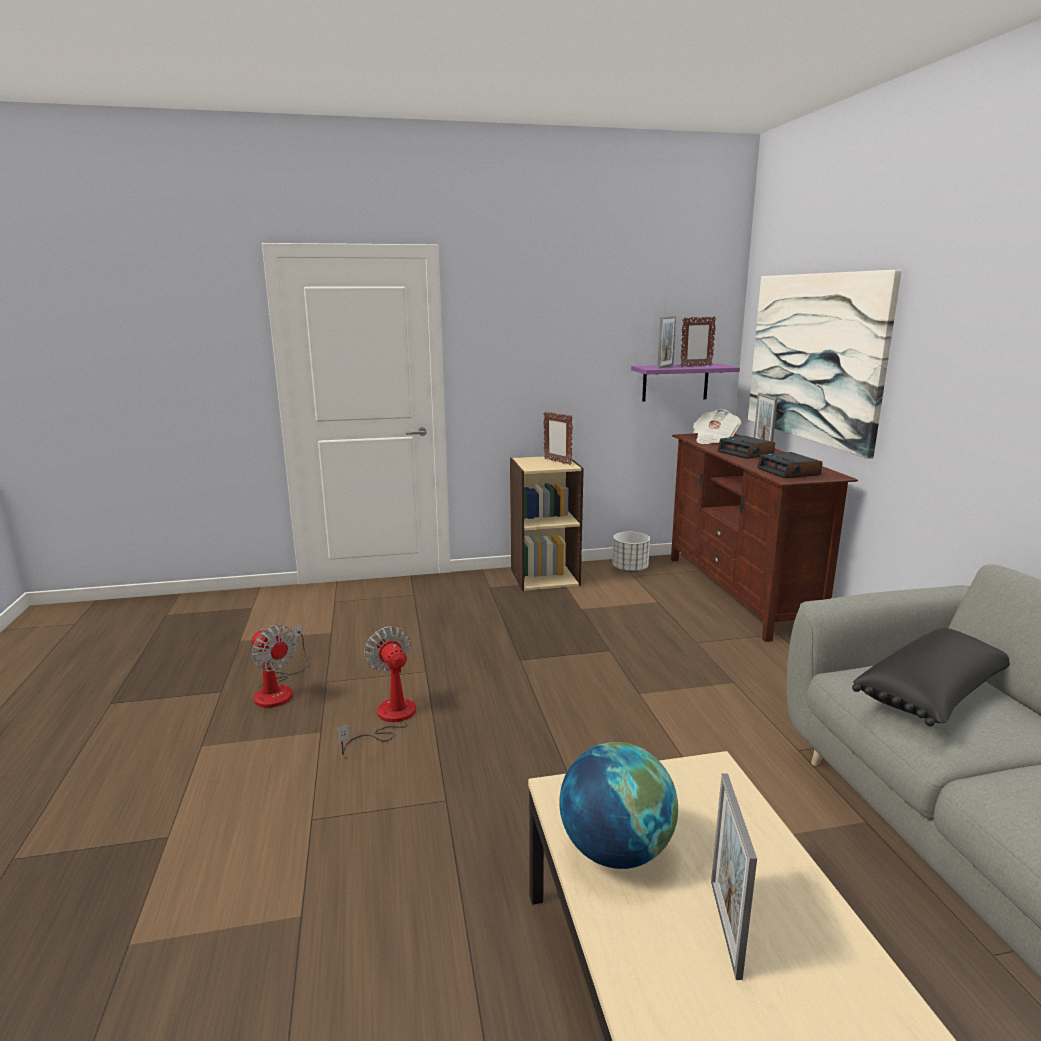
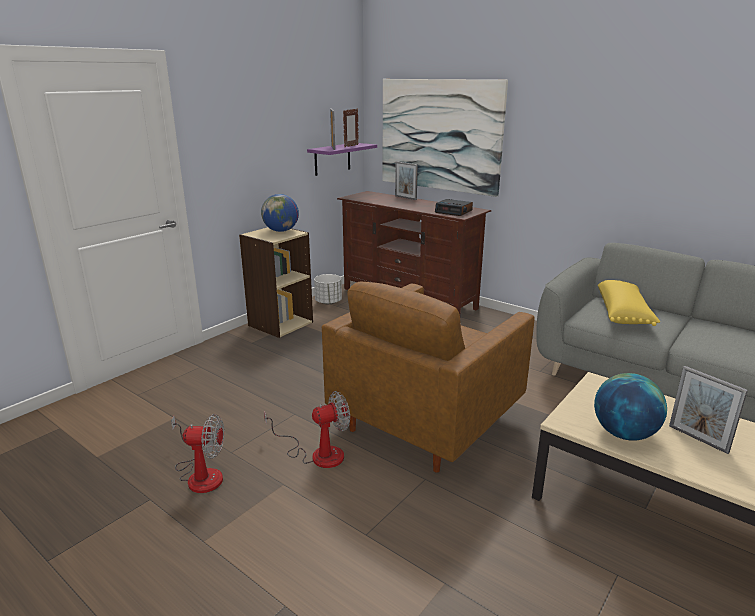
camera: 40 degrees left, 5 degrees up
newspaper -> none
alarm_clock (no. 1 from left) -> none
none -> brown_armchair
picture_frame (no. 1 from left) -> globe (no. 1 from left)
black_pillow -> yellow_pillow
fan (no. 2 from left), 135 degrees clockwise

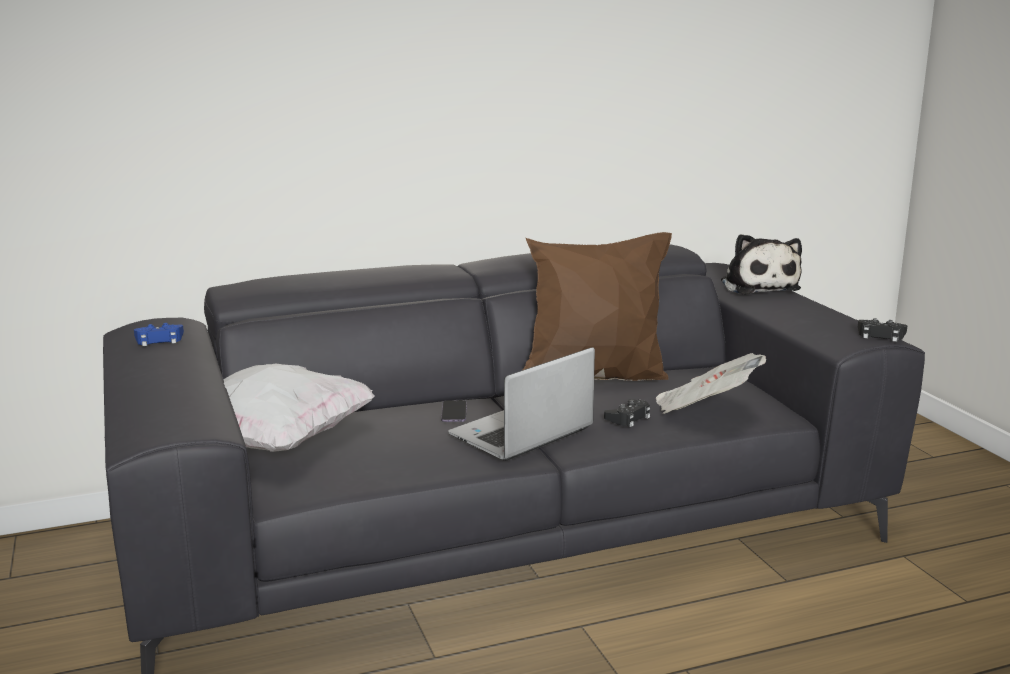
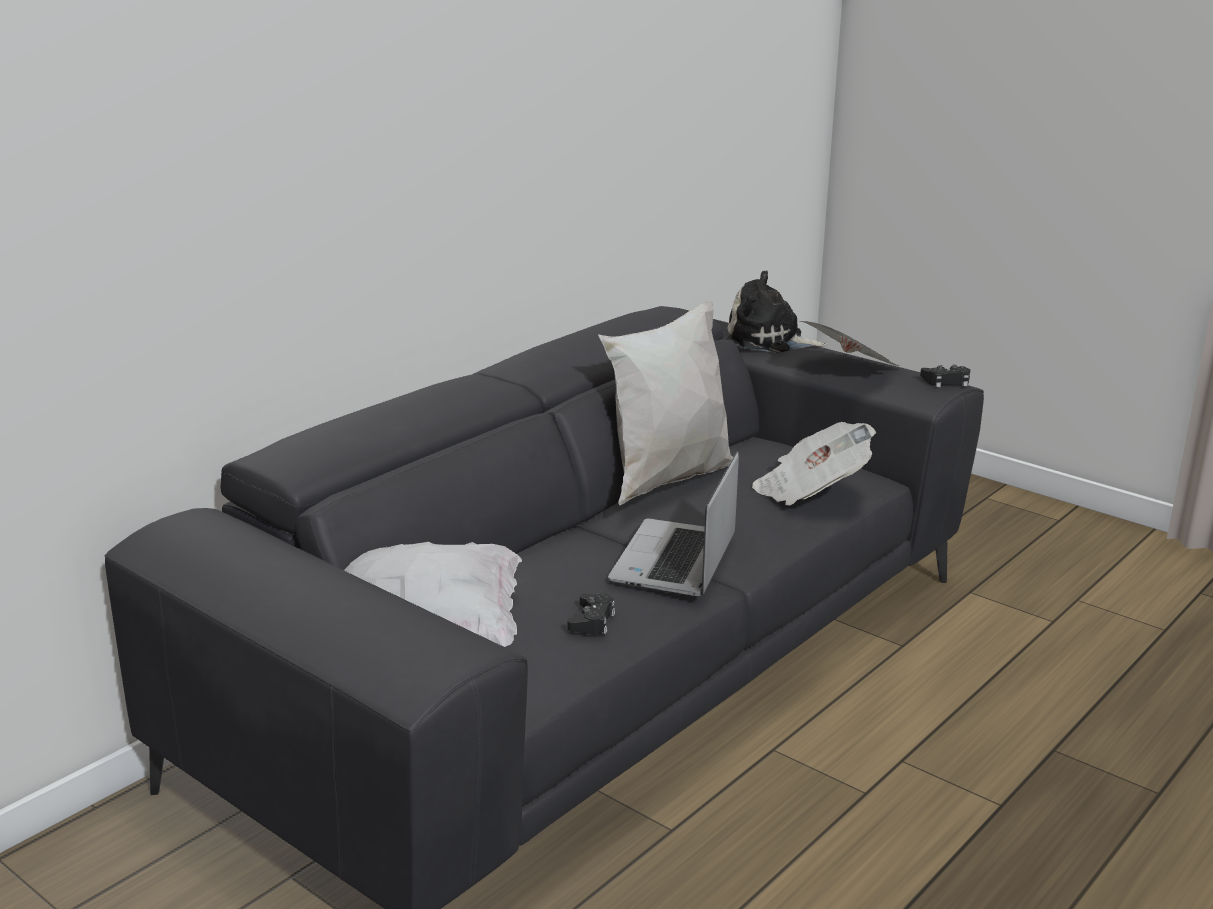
camera: 30 degrees left, 5 degrees up
blue_game_controller -> none
phone -> none
none -> newspaper (no. 2 from left)
black_game_controller (no. 1 from left), shifted
brown_pillow -> white_pillow (no. 2 from left)
plush_toy, 150 degrees clockwise

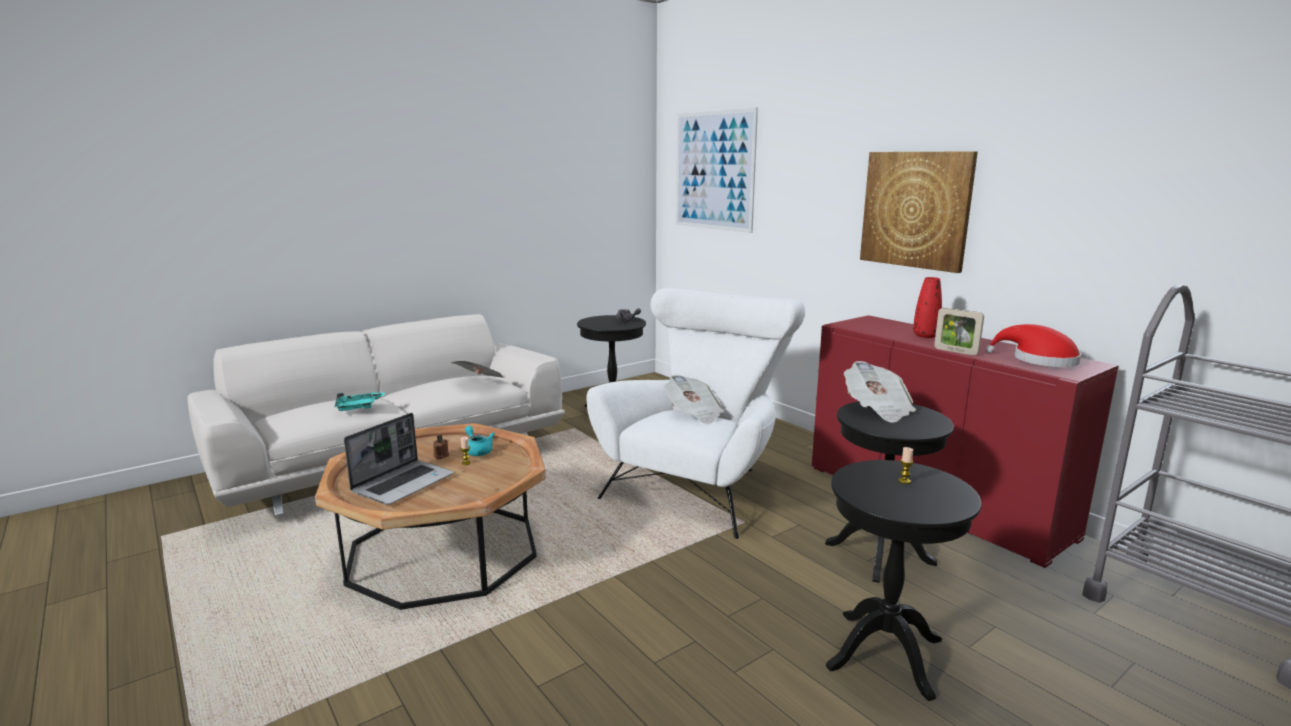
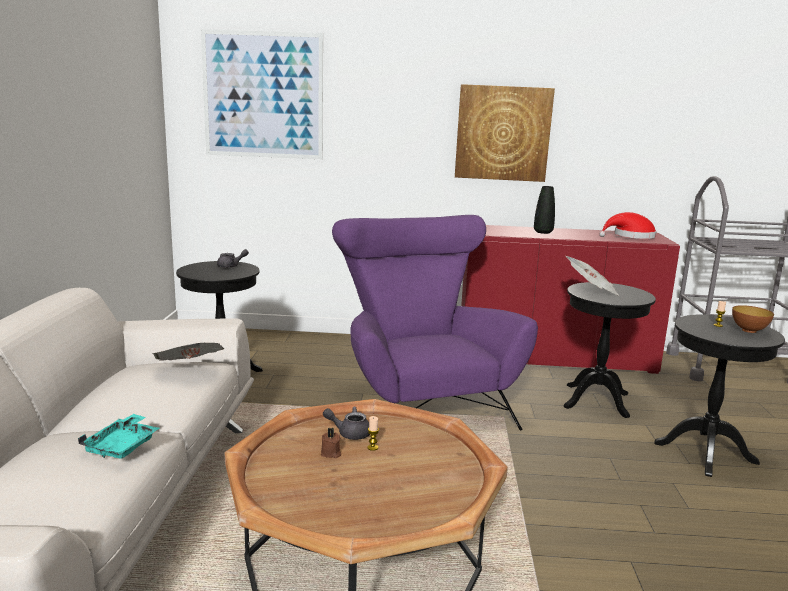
camera: 50 degrees left, 0 degrees up
laptop -> none
newspaper (no. 2 from left) -> none
picture_frame -> none
none -> bowl
turquoise_teapot -> grey_teapot (no. 2 from left)
white_armchair -> purple_armchair
red_vase -> black_vase

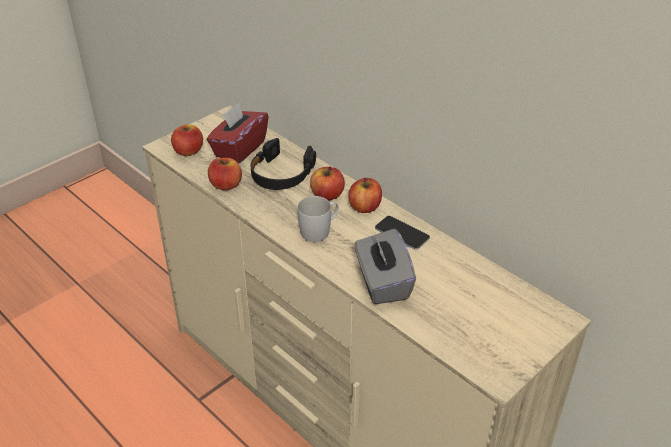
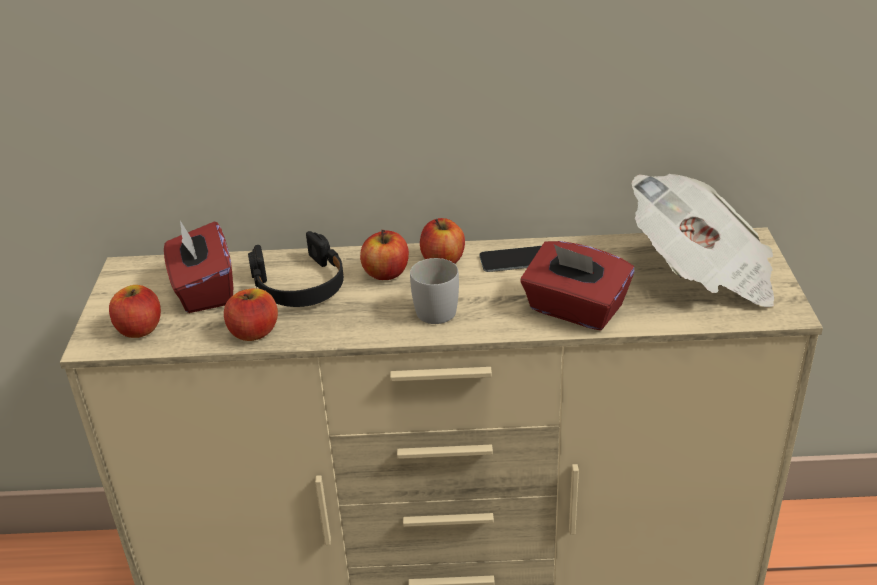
camera: 45 degrees left, 5 degrees down
none -> newspaper
grey_tissue_box -> red_tissue_box (no. 2 from left)

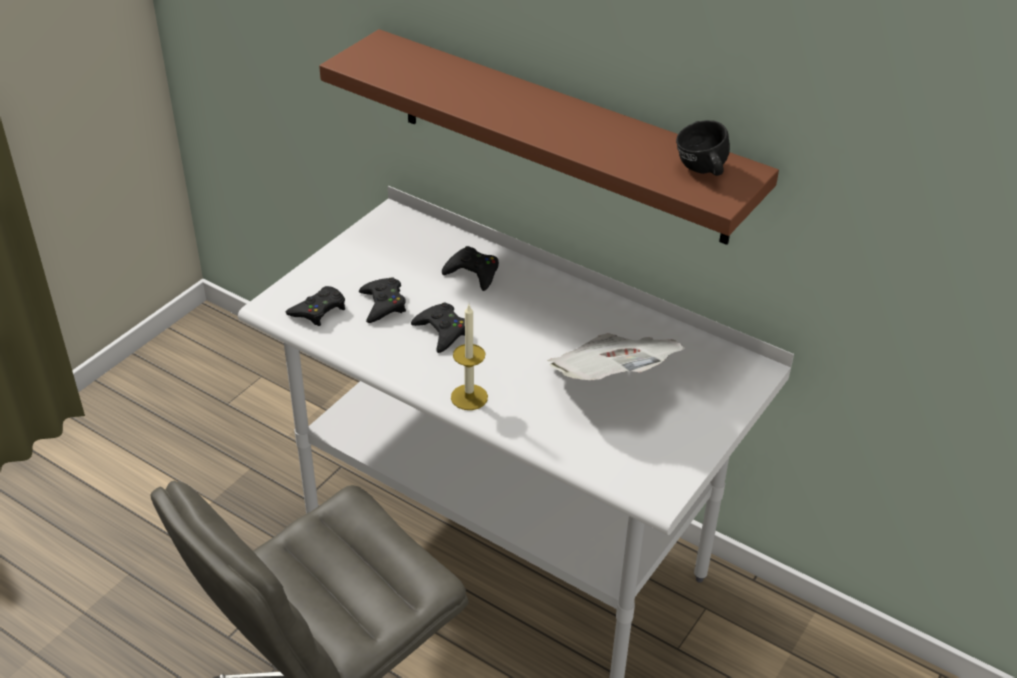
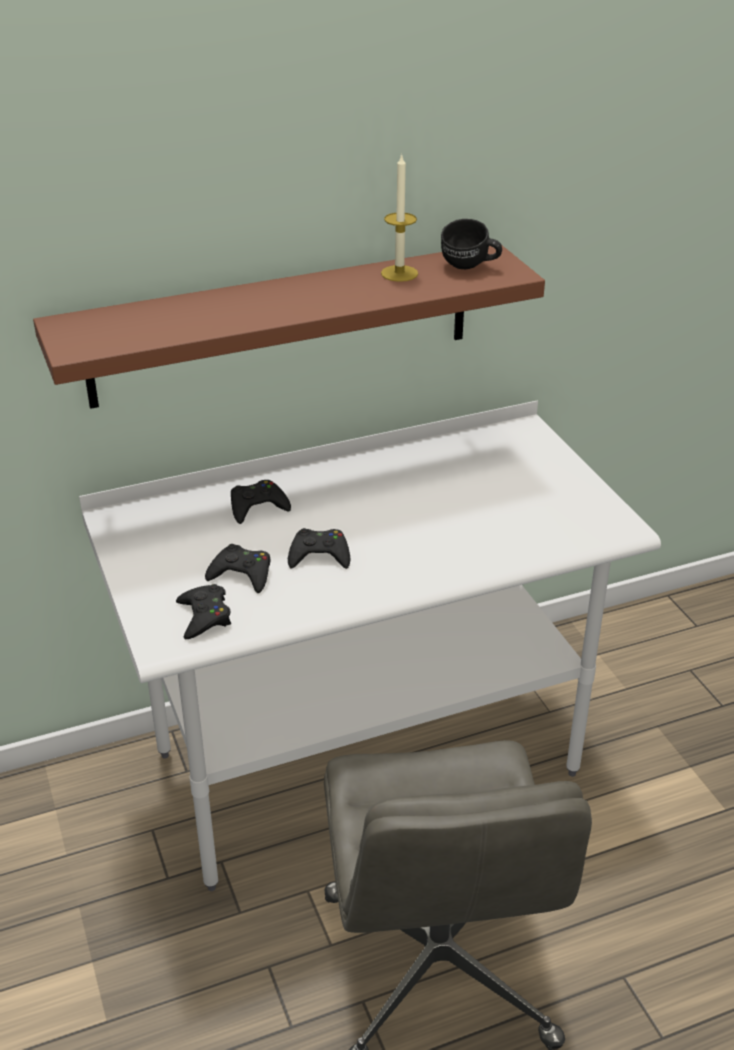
camera: 55 degrees left, 5 degrees down
newspaper -> none
candle, shifted

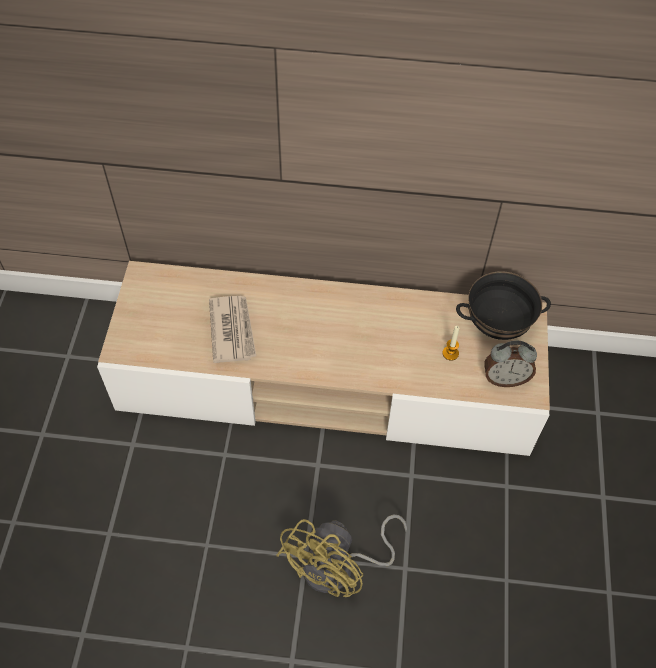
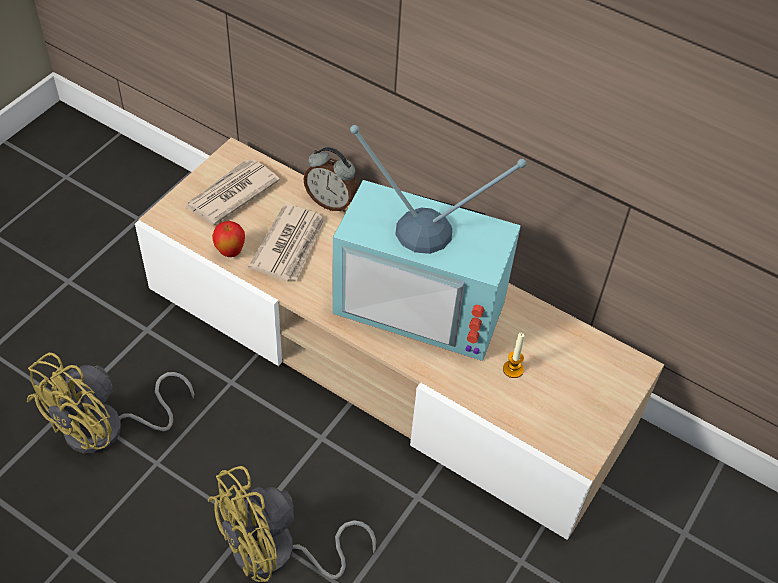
camera: 25 degrees right, 5 degrees down
black_bowl -> none
none -> yellow_fan (no. 1 from left)
none -> newspaper (no. 1 from left)
none -> apple
none -> television
alarm_clock, shifted

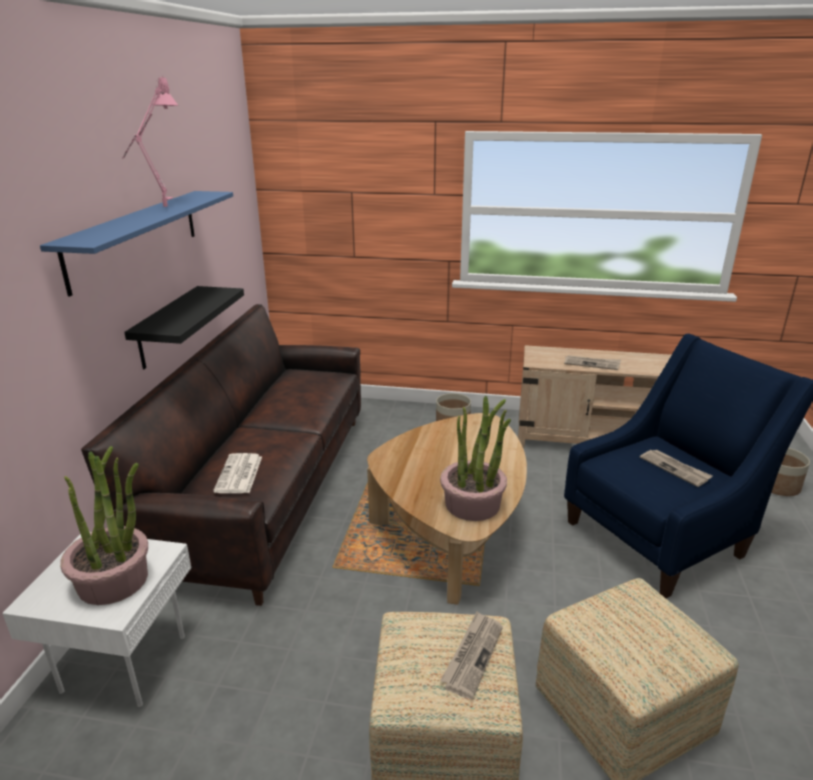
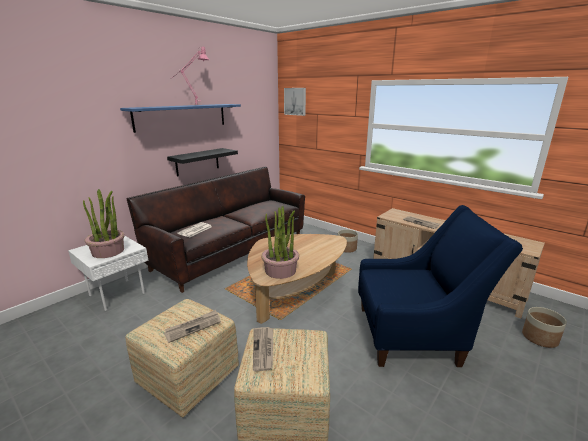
camera: 30 degrees right, 5 degrees down
none -> picture
newspaper (no. 4 from left in the first image) -> newspaper (no. 3 from left), shifted

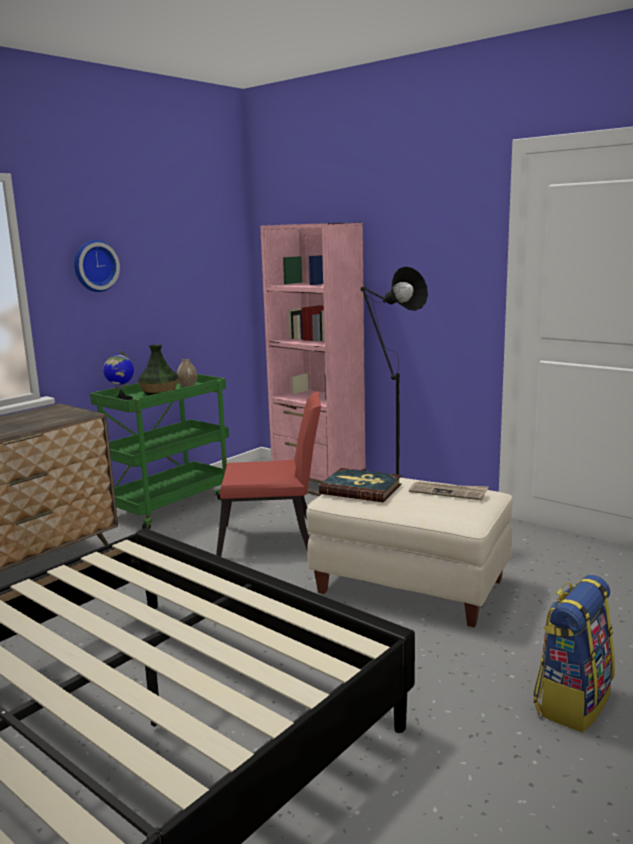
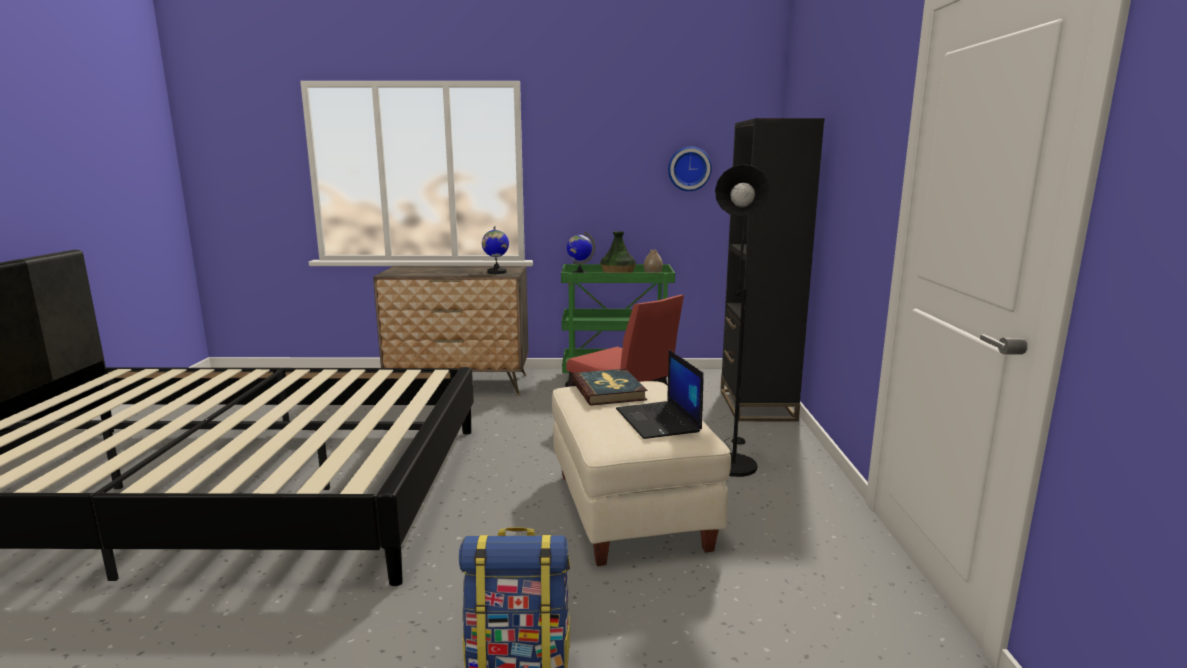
camera: 50 degrees right, 0 degrees up
none -> globe (no. 1 from left)
wall_clock, shifted
newspaper -> laptop
pink_bookcase -> black_bookcase

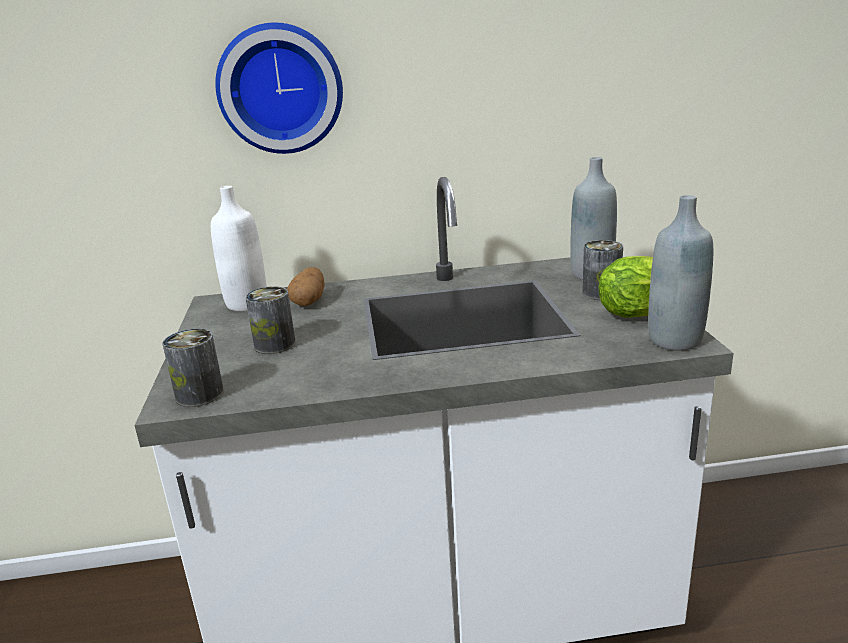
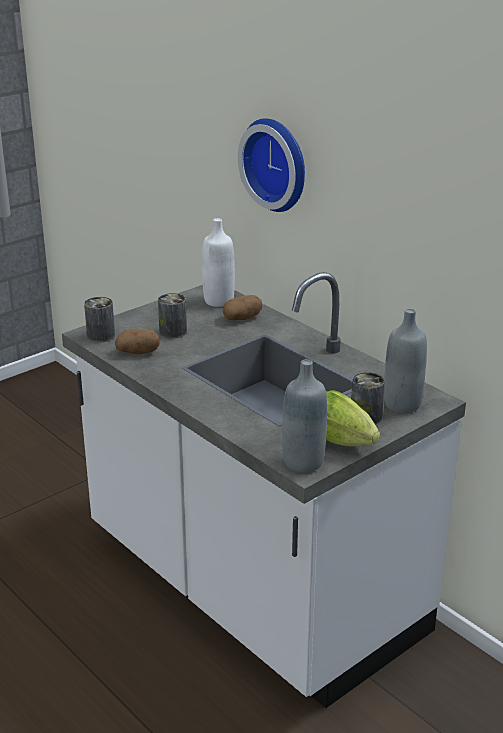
camera: 55 degrees right, 5 degrees up
none -> potato (no. 1 from left)

